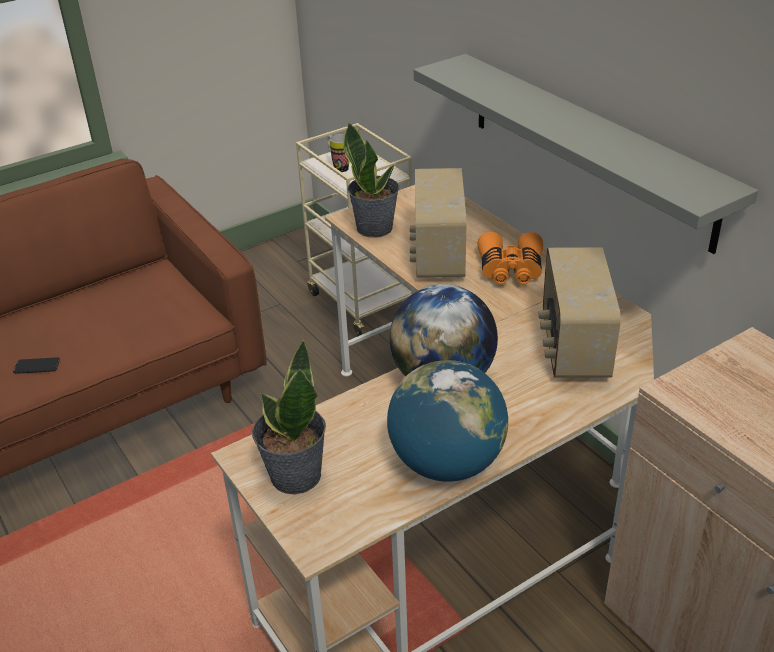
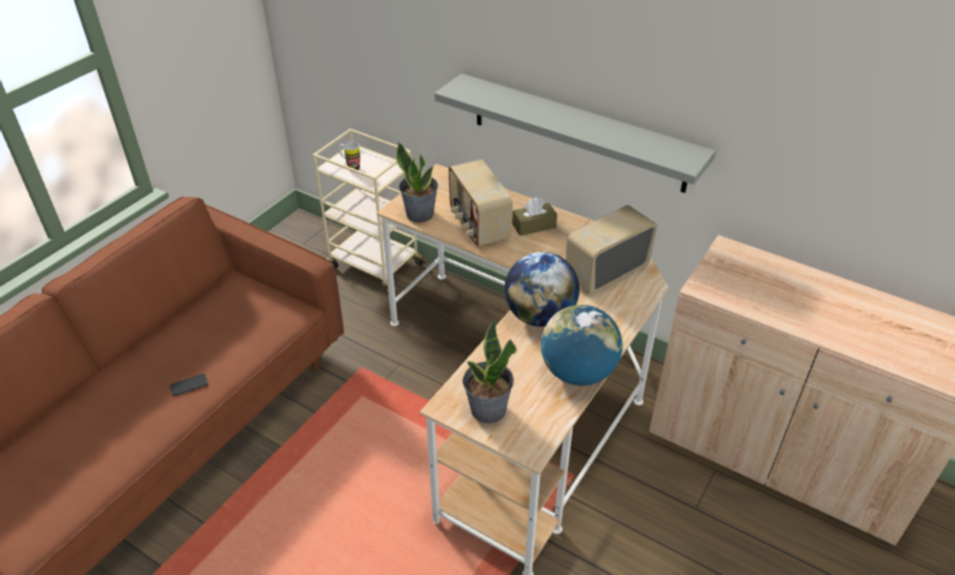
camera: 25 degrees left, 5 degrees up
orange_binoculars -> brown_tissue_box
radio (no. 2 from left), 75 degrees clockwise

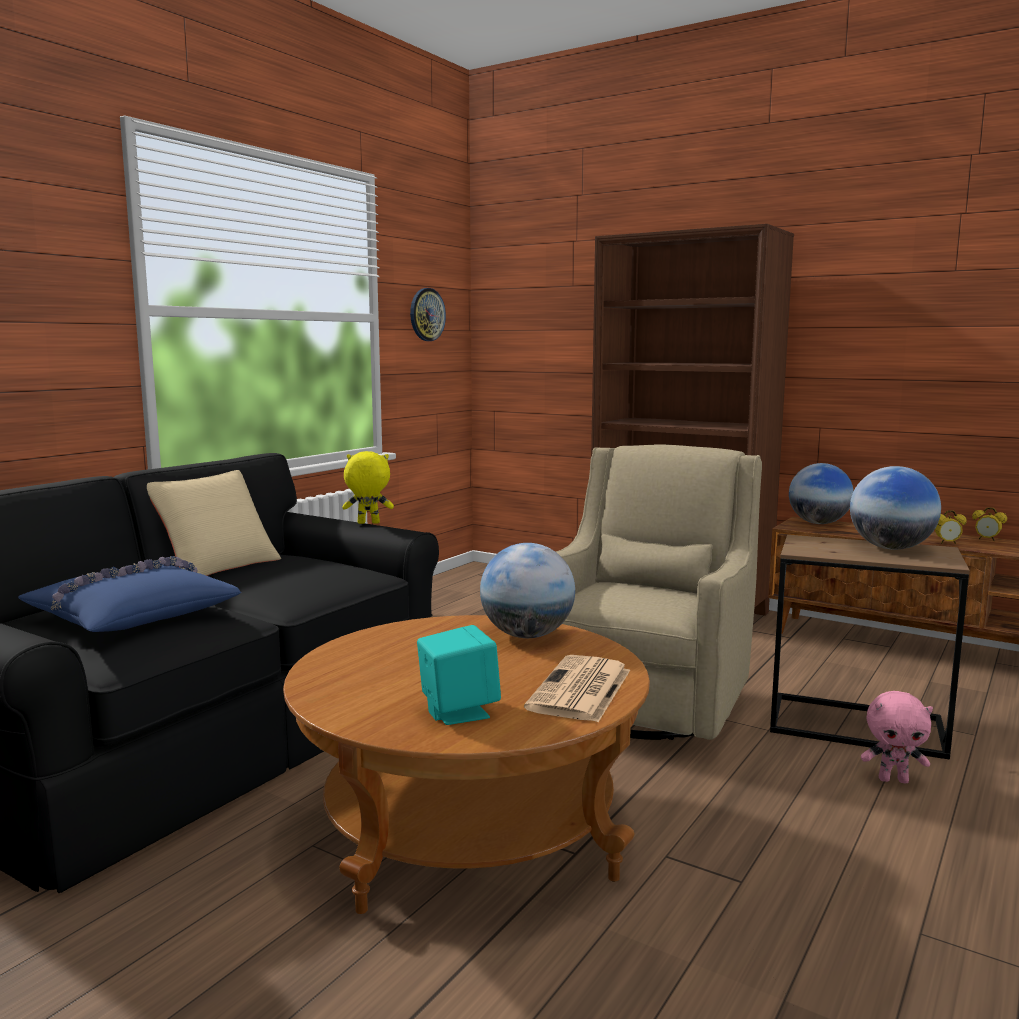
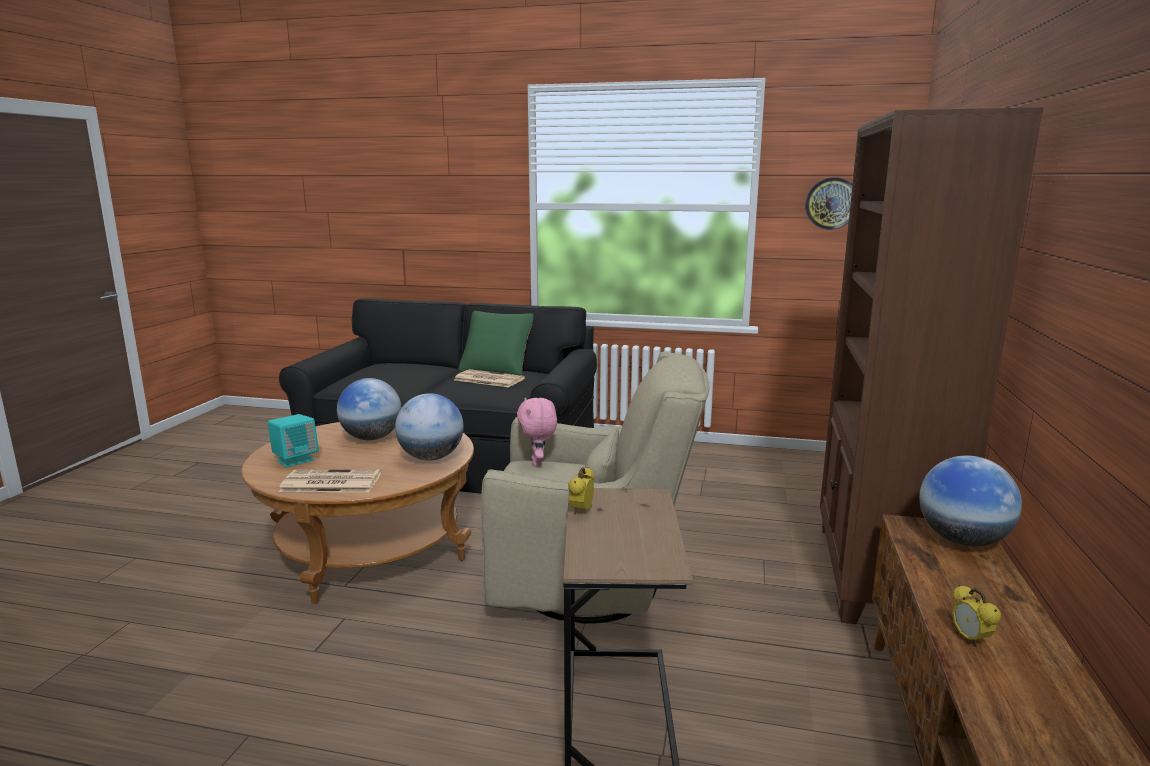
camera: 70 degrees right, 5 degrees up
blue_pillow -> none
yellow_plush_toy -> none
none -> newspaper (no. 2 from left)
globe (no. 3 from left in the first image) -> globe (no. 1 from left), shifted
pink_plush_toy, shifted
alarm_clock (no. 2 from left in the first image) -> alarm_clock (no. 1 from left), shifted
beige_pillow -> green_pillow

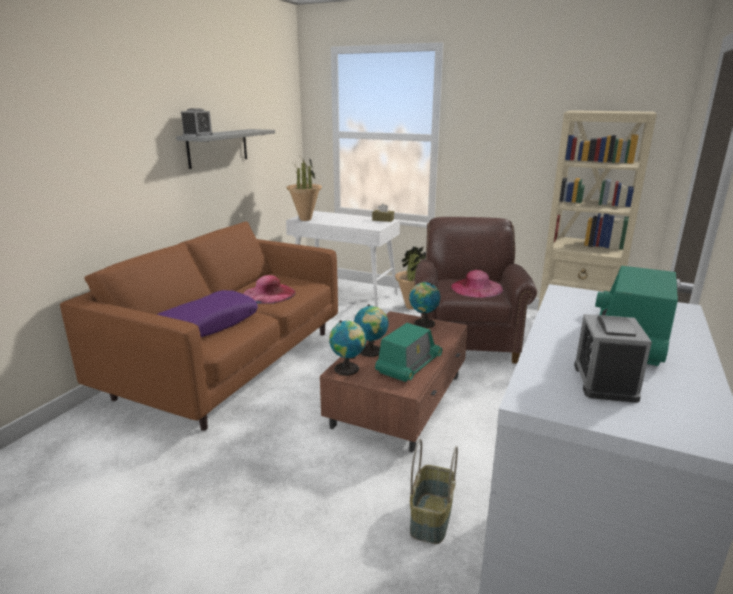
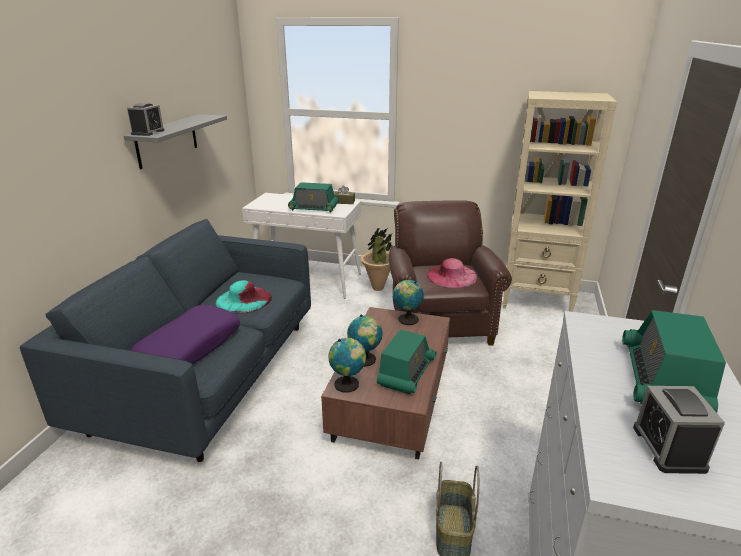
camera: 10 degrees left, 5 degrees up
potted_plant (no. 1 from left) -> none
none -> radio (no. 1 from left)
brown_sofa -> blue_sofa
pink_hat (no. 1 from left) -> turquoise_hat

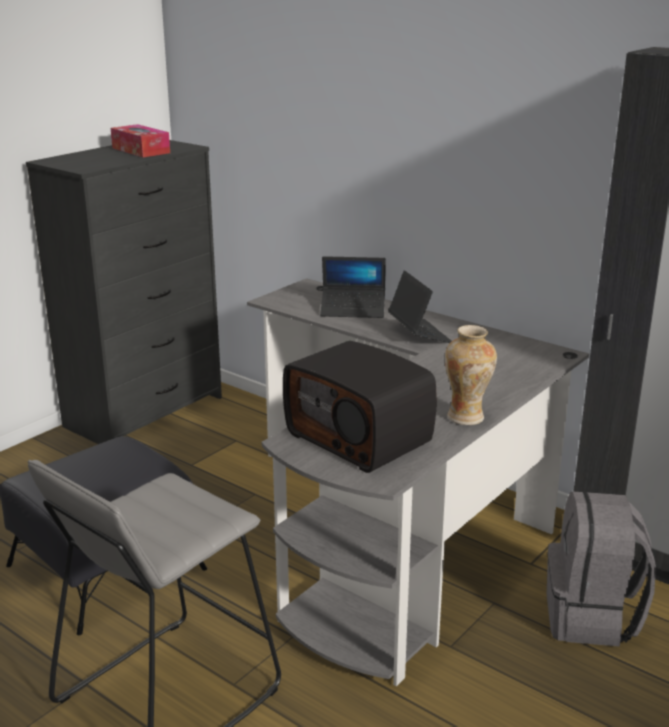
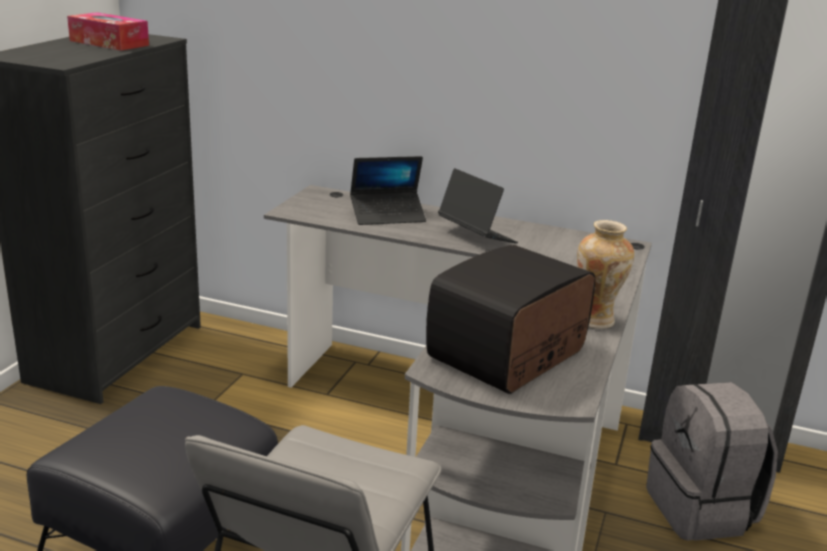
camera: 20 degrees left, 0 degrees up
radio, 105 degrees clockwise

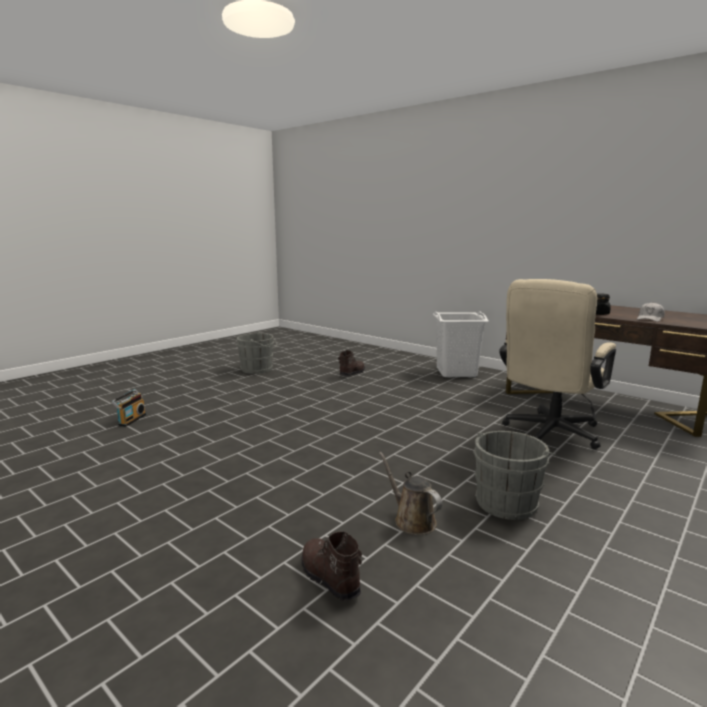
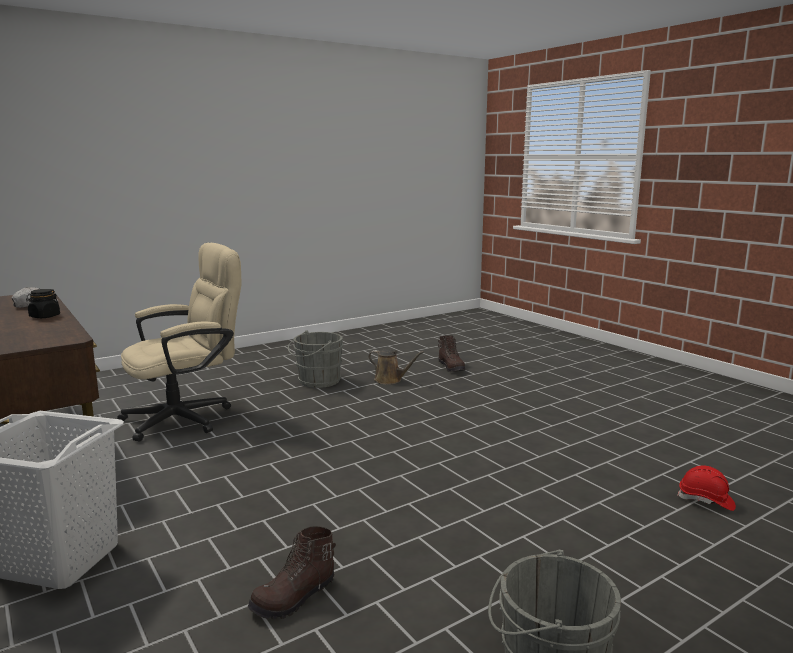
camera: 165 degrees left, 0 degrees up
radio -> red_hard_hat
brown_watering_can, 45 degrees counterclockwise

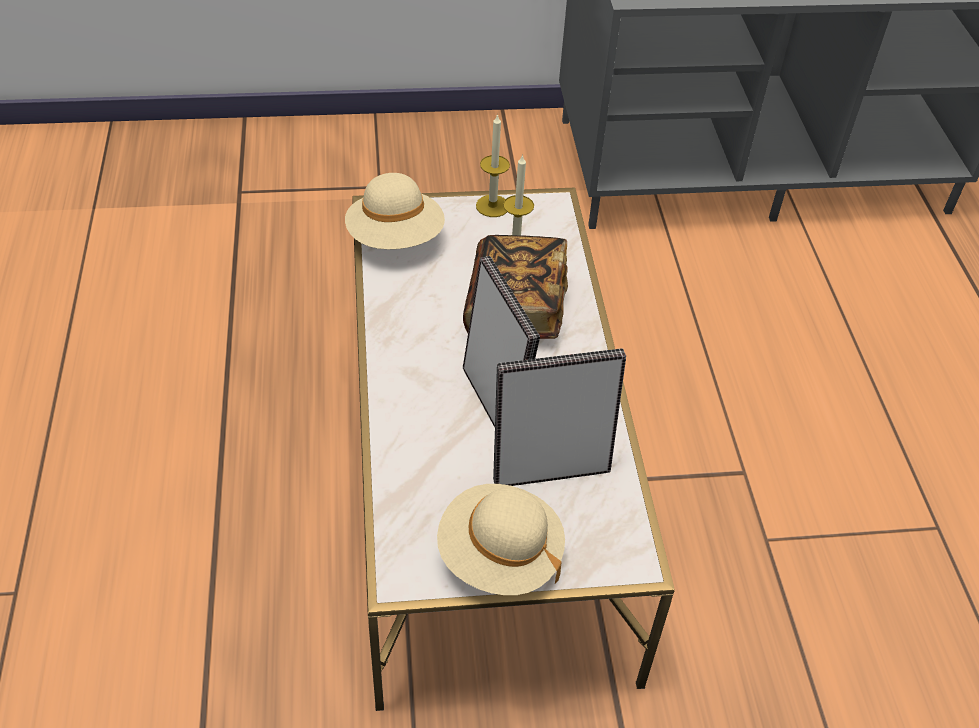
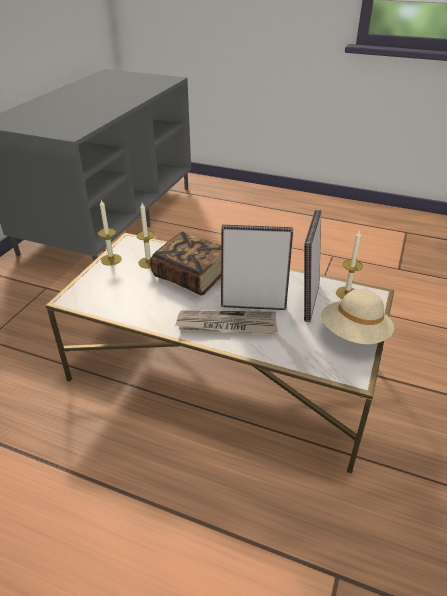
camera: 60 degrees left, 10 degrees down
beige_hat (no. 1 from left) -> none
none -> newspaper
none -> candle (no. 3 from left)

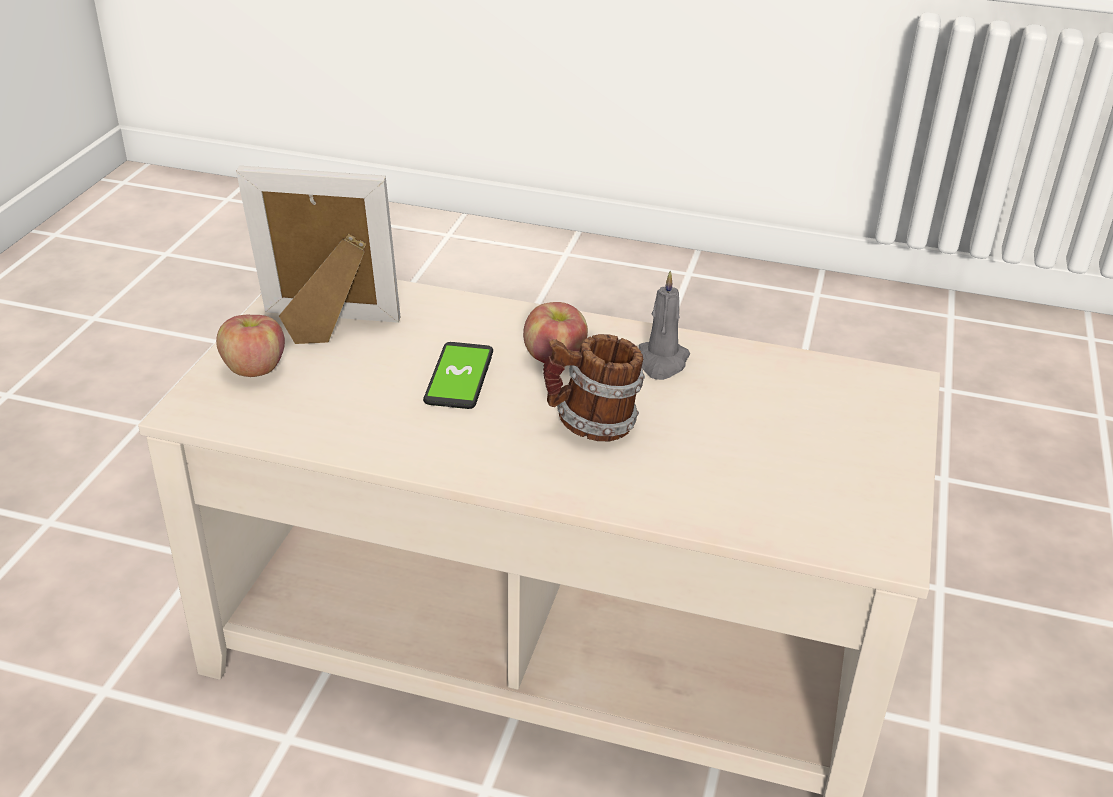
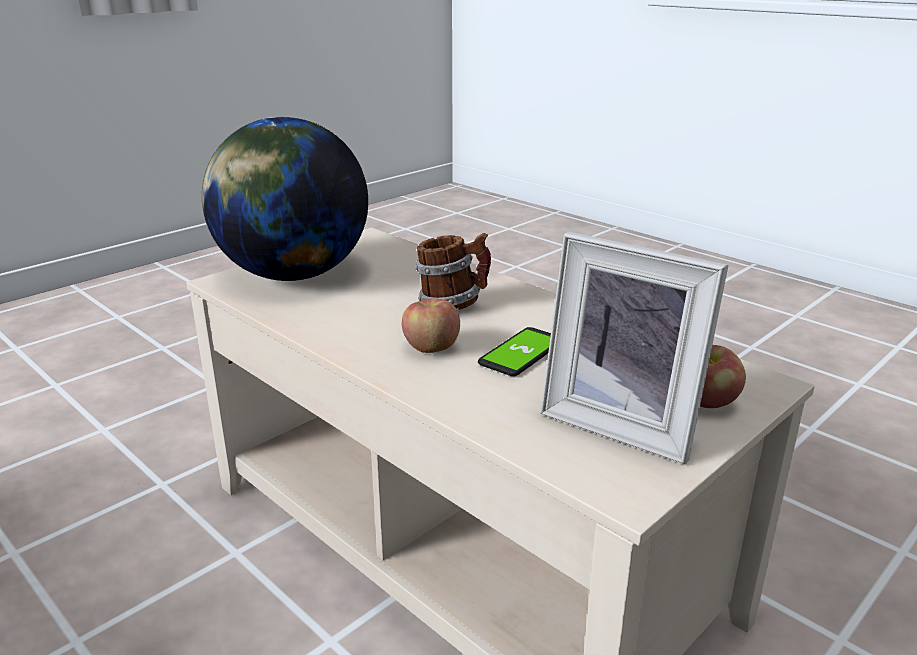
camera: 150 degrees left, 10 degrees down
grey_candle -> none
none -> globe

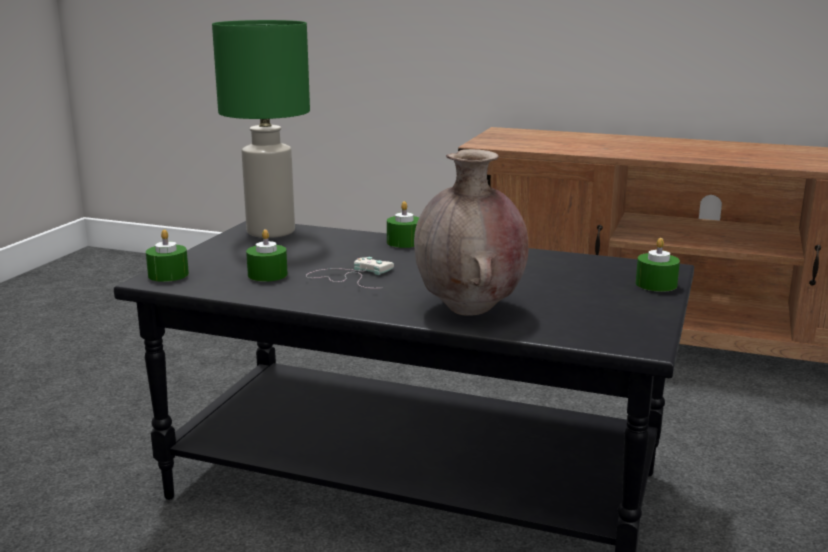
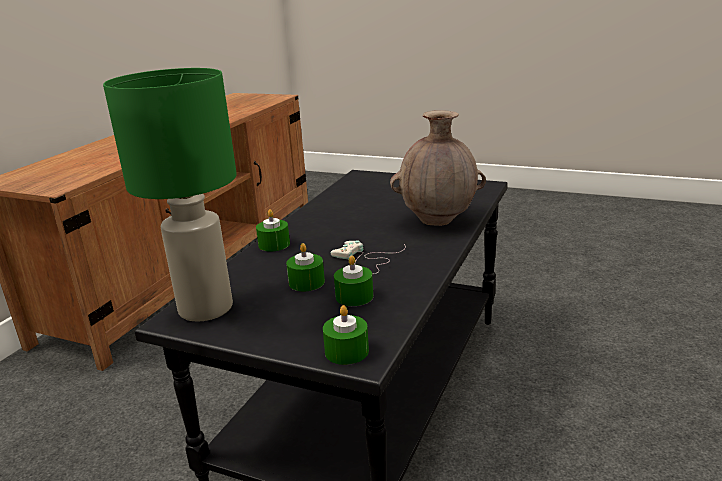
camera: 85 degrees left, 5 degrees up
green_candle (no. 4 from left in the first image) -> green_candle (no. 2 from left), shifted

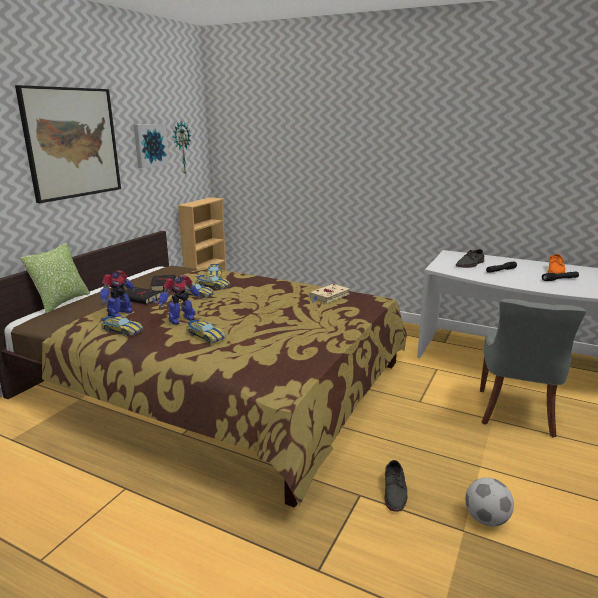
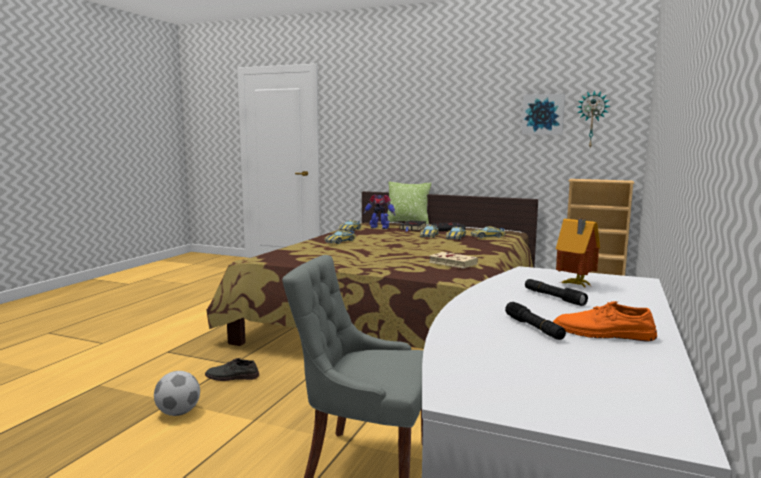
camera: 85 degrees right, 10 degrees down
picture (no. 1 from left) -> none
toy_robot (no. 2 from left) -> none
grey_shoe (no. 2 from left) -> toy_house

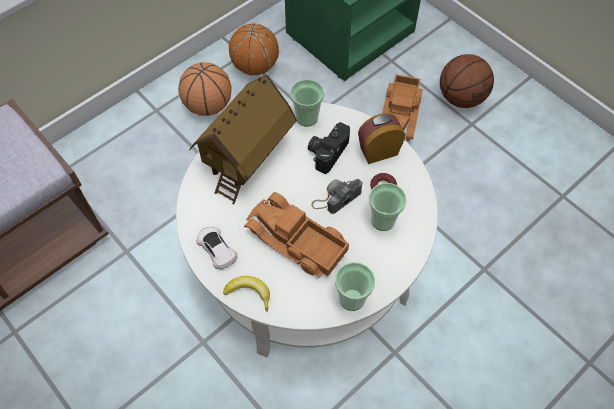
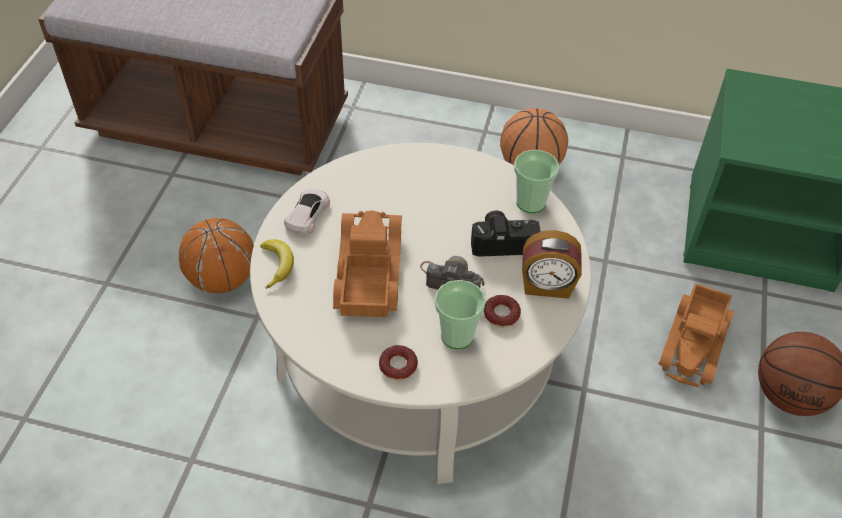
camera: 55 degrees right, 10 degrees down
toy_house -> none
cup (no. 2 from left) -> none
none -> donut (no. 1 from left)
basketball (no. 2 from left in the first image) -> basketball (no. 1 from left), shifted
alarm_clock, 150 degrees clockwise
toy_truck (no. 2 from left), 45 degrees counterclockwise

